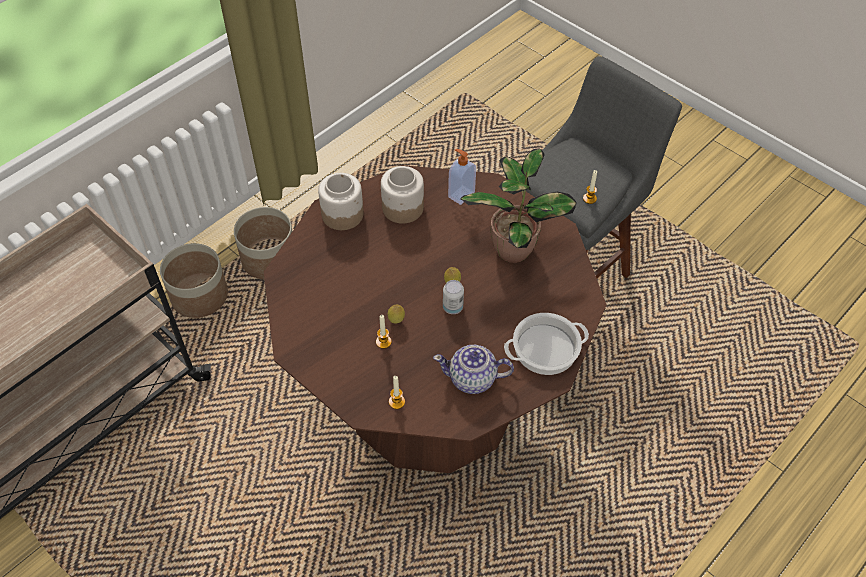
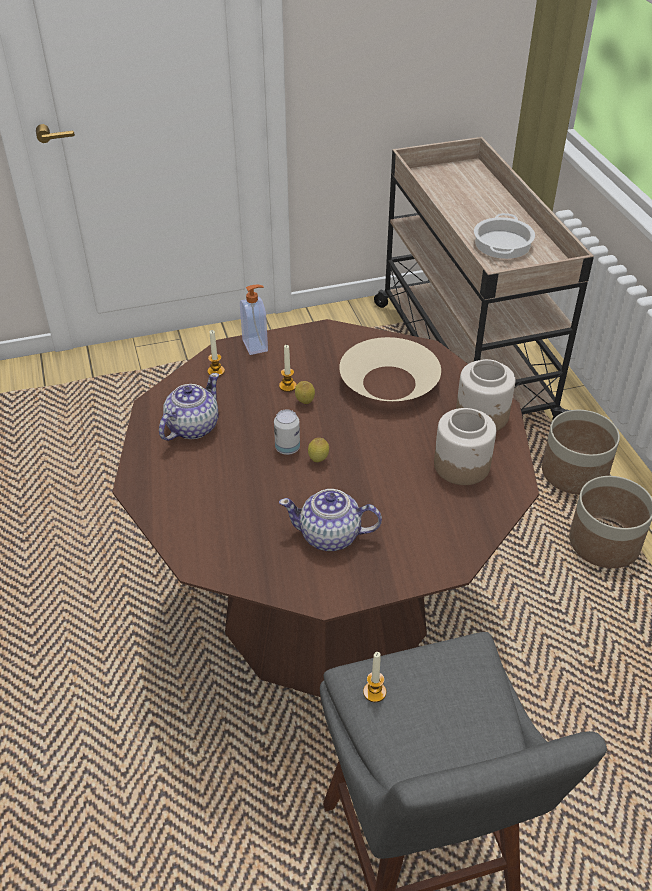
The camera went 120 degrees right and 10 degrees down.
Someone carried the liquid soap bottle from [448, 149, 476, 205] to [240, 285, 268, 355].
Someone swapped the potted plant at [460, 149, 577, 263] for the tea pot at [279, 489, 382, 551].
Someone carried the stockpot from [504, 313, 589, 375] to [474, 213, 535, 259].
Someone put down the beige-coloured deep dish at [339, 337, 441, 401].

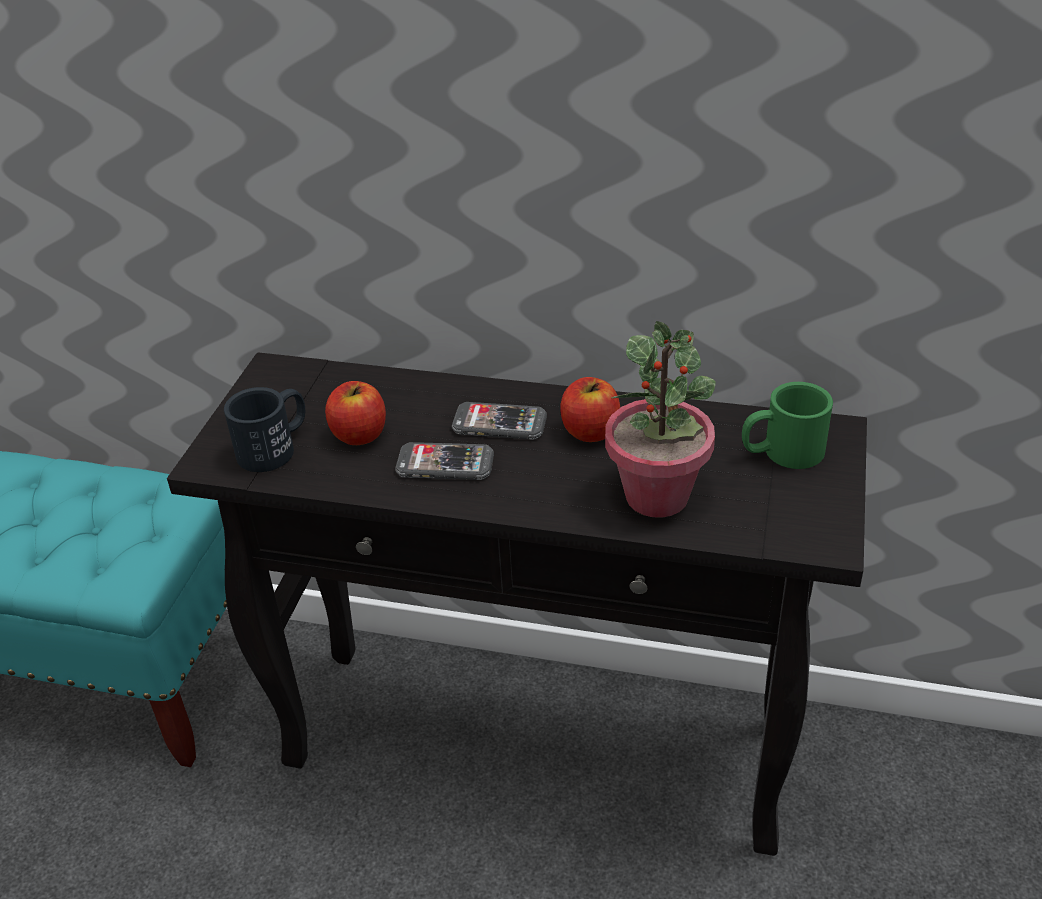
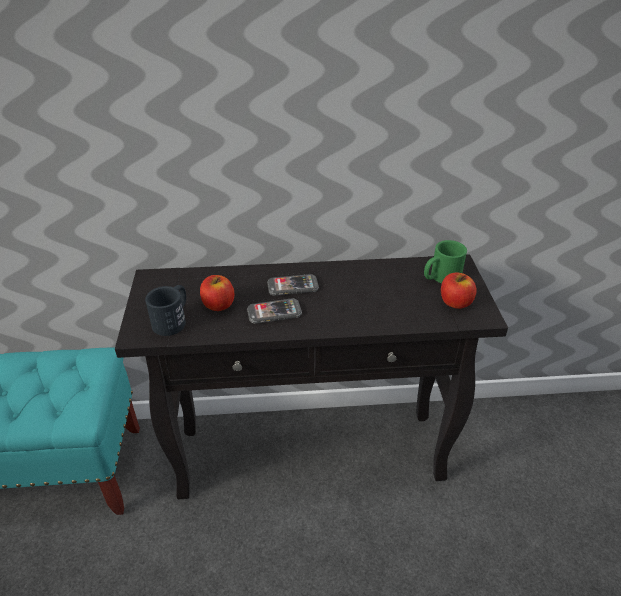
The camera went 20 degrees left and 0 degrees up.
Someone took away the potted plant at [605, 321, 716, 518].
Someone carried the apple from [560, 377, 620, 442] to [441, 273, 476, 309].

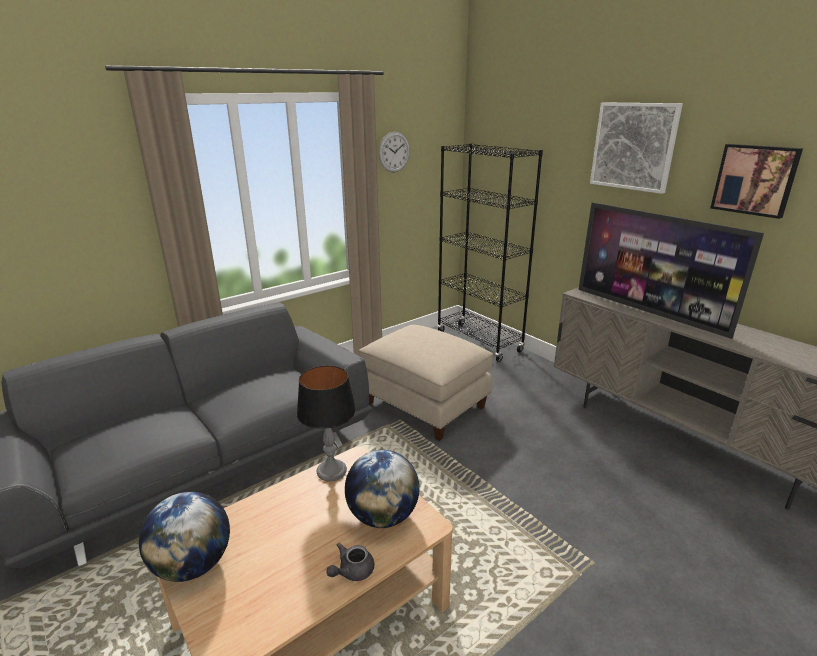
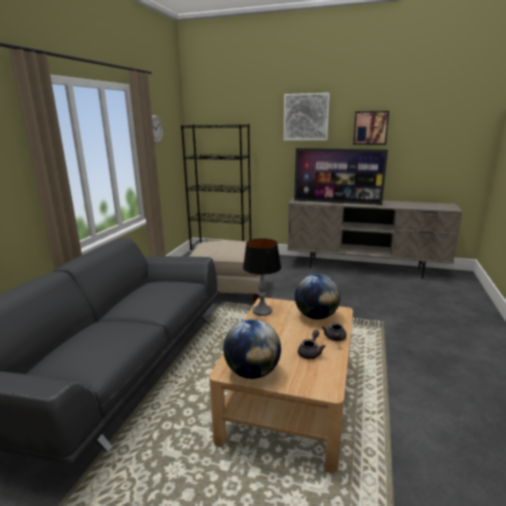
The camera went 35 degrees left and 5 degrees down.
Someone put down the gray tea pot at [298, 330, 326, 359].

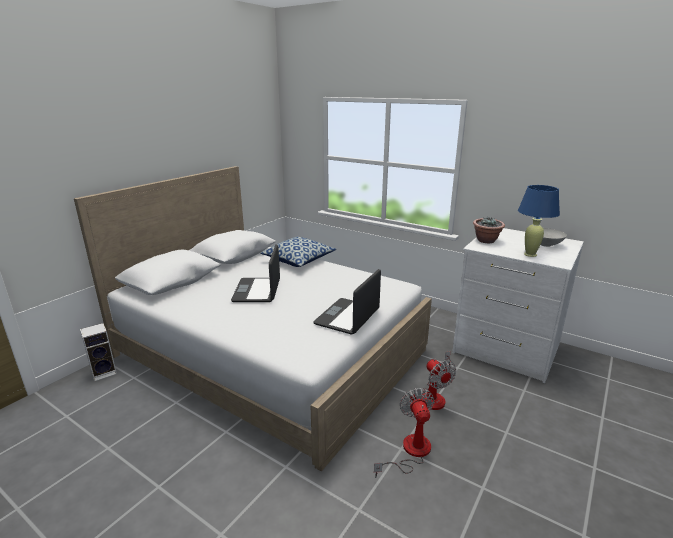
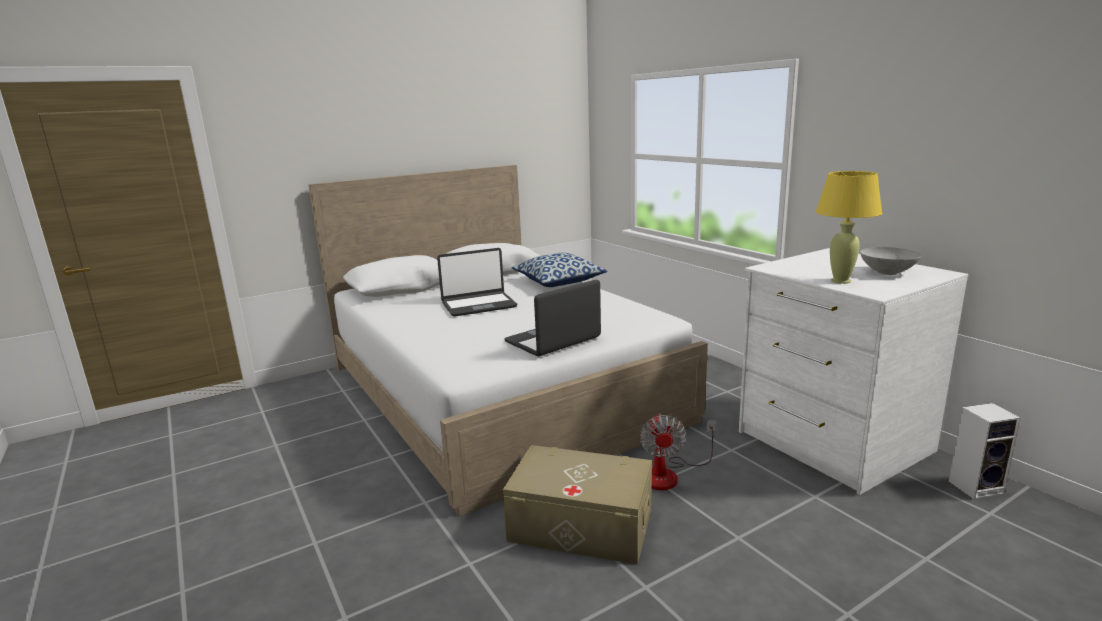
The camera went 25 degrees right and 5 degrees down.
Someone repainted the blue table lamp at [518, 185, 560, 257], which became the yellow table lamp at [816, 171, 882, 284].
Someone took away the potted plant at [473, 217, 505, 243].
Someone rotated the notebook computer at [231, 244, 280, 302] by 135 degrees counterclockwise.
Someone carried the audio speaker from [80, 323, 117, 382] to [949, 403, 1021, 499].
Someone swapped the electric fan at [374, 388, 434, 478] for the beige-coloured storage container at [503, 445, 652, 565].

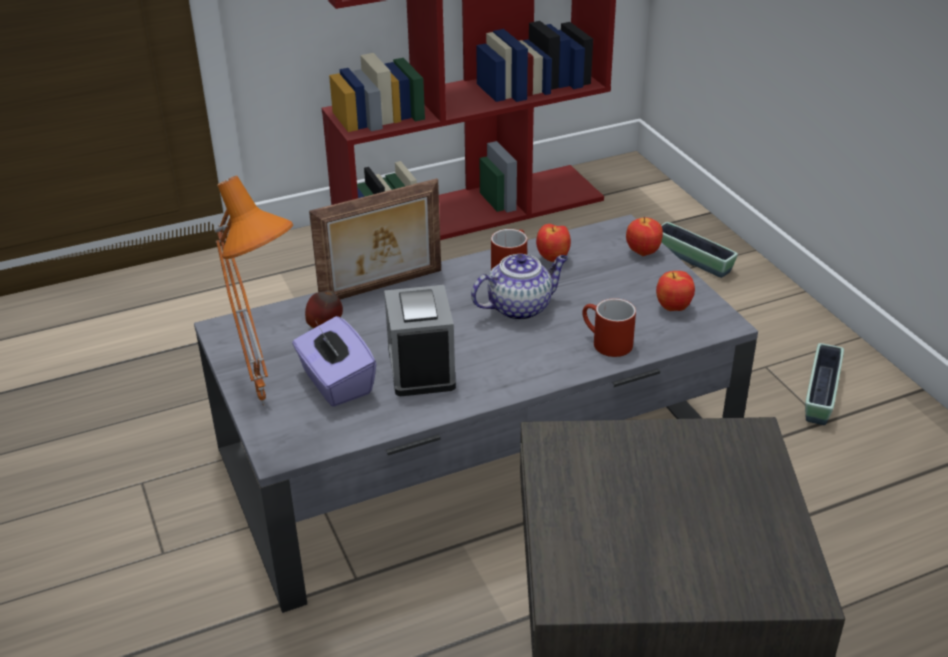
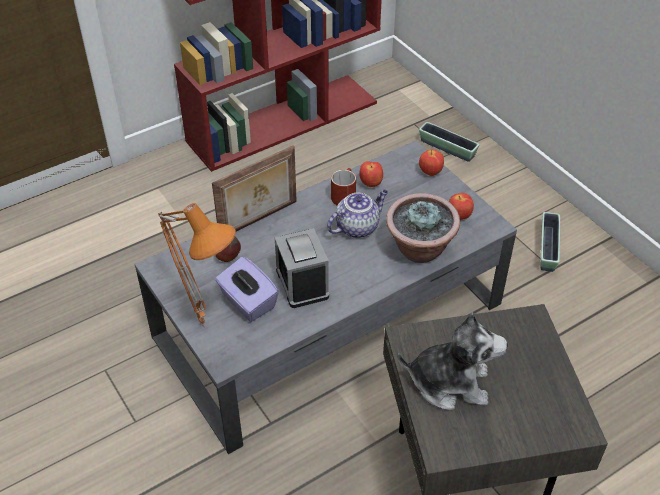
The camera went 10 degrees left and 10 degrees up.
Someone swapped the reddish coffee mug at [582, 298, 636, 357] for the potted plant at [386, 193, 460, 263].
Someone put down the soft toy at [397, 312, 507, 410].

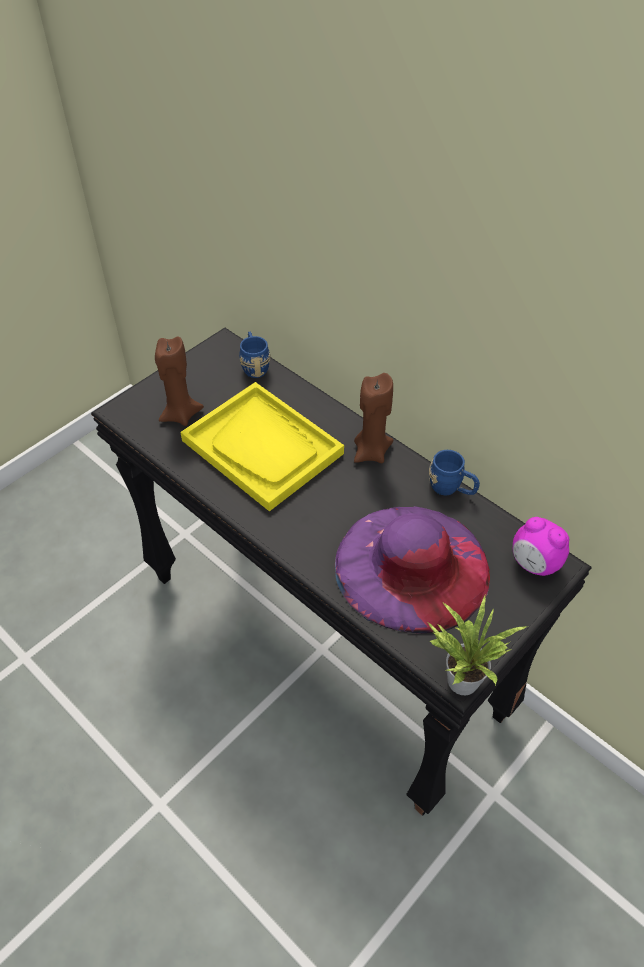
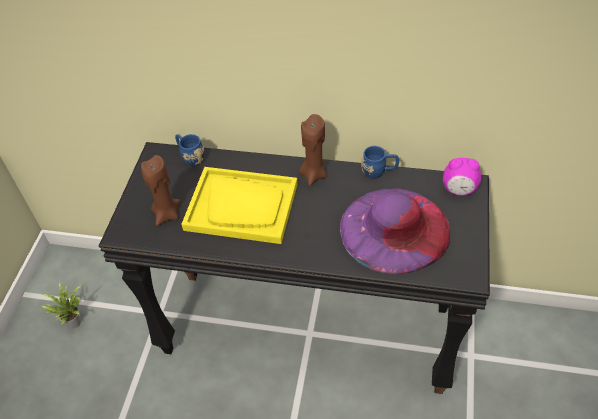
The camera went 30 degrees left and 0 degrees up.
Someone carried the potted plant from [428, 595, 528, 695] to [40, 282, 81, 329].

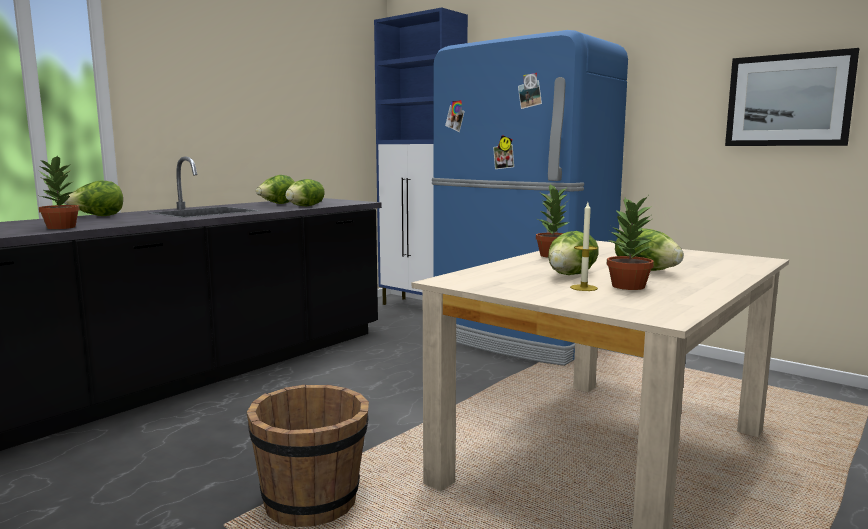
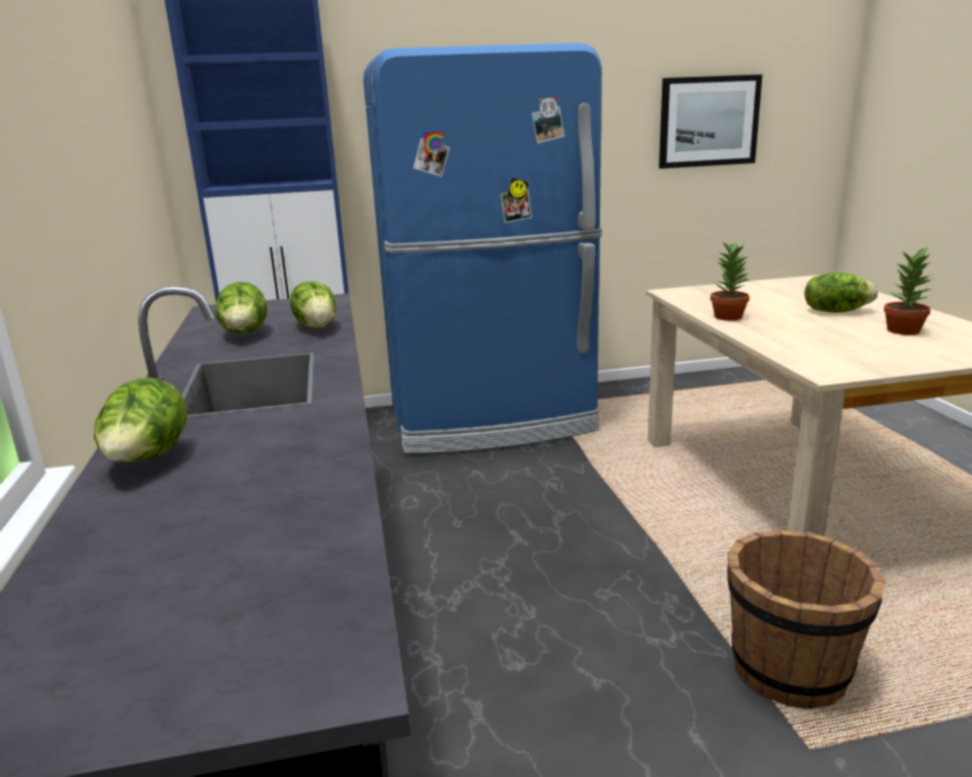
The camera went 50 degrees left and 10 degrees up.
Someone took away the potted plant at [37, 156, 80, 229].
Someone took away the wax candle at [570, 203, 598, 291].
Someone took away the head of lettuce at [548, 231, 599, 275].

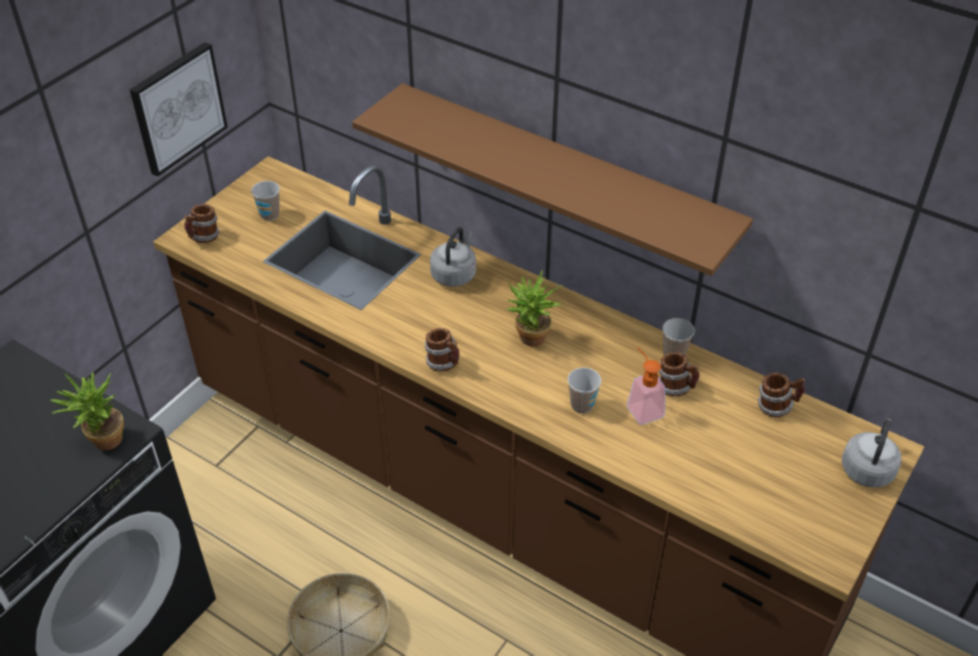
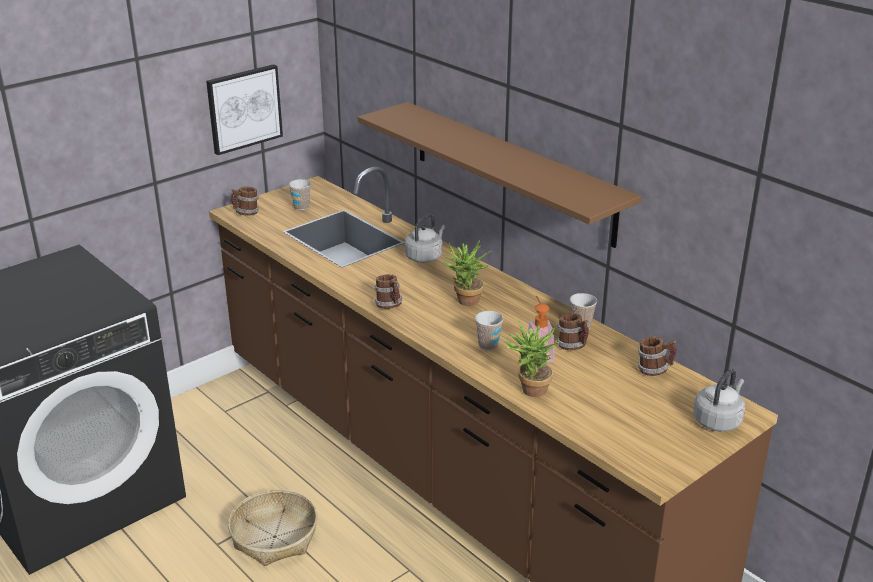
The camera went 15 degrees right and 15 degrees down.
Someone carried the potted plant from [50, 372, 124, 450] to [503, 320, 559, 397].

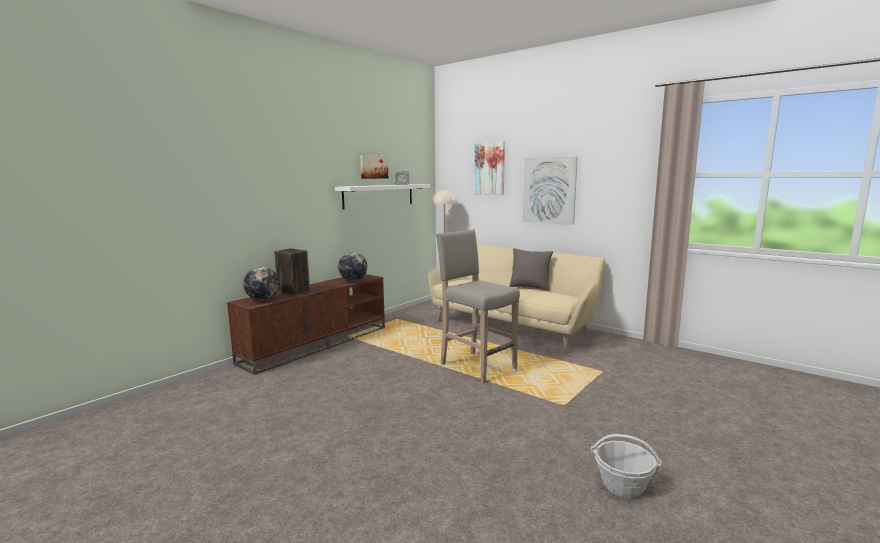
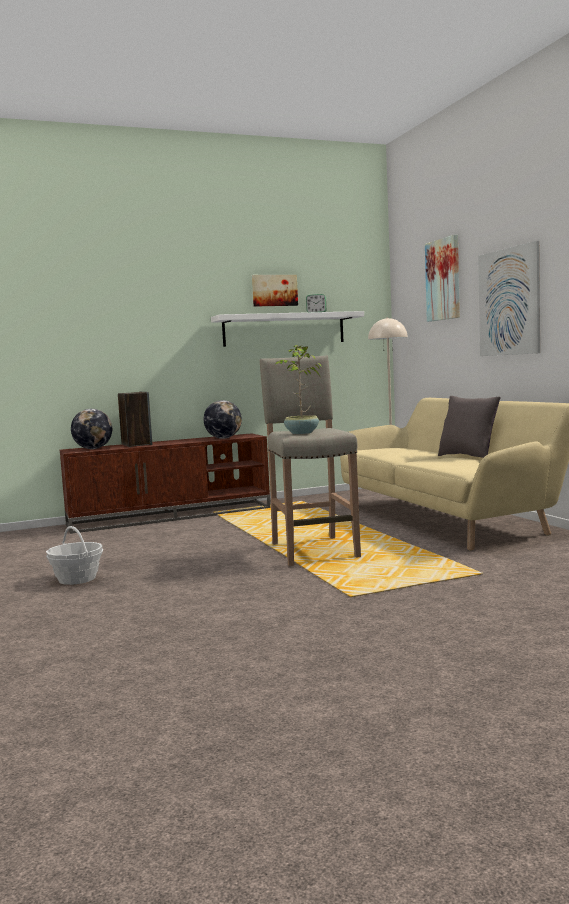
The camera went 30 degrees right and 5 degrees down.
Someone carried the household basket from [591, 434, 662, 498] to [46, 526, 103, 585].
Someone put down the potted plant at [274, 345, 321, 434].

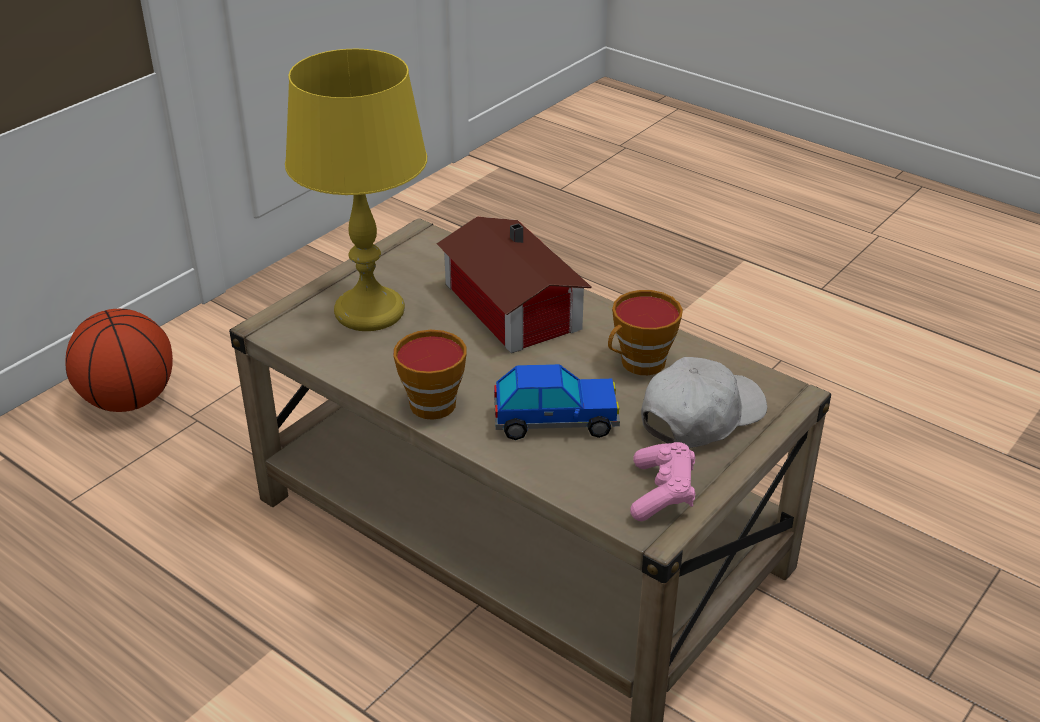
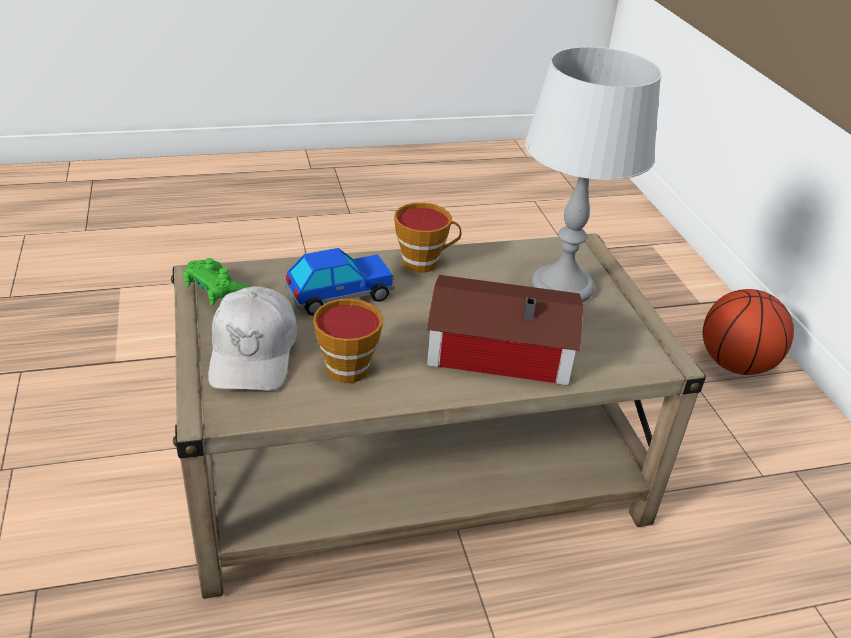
The camera went 125 degrees right and 0 degrees up.
Someone repainted the yellow table lamp at [285, 49, 427, 331], which became the gray table lamp at [525, 47, 662, 302].
Someone rotated the model car at [494, 364, 620, 440] by 150 degrees counterclockwise.
Someone repainted the pinkish gamepad at [630, 442, 695, 521], which became the greenish gamepad at [183, 258, 252, 305].

